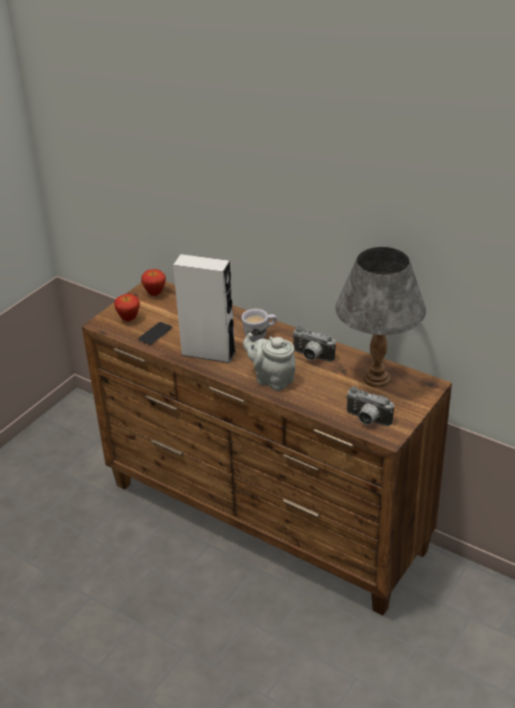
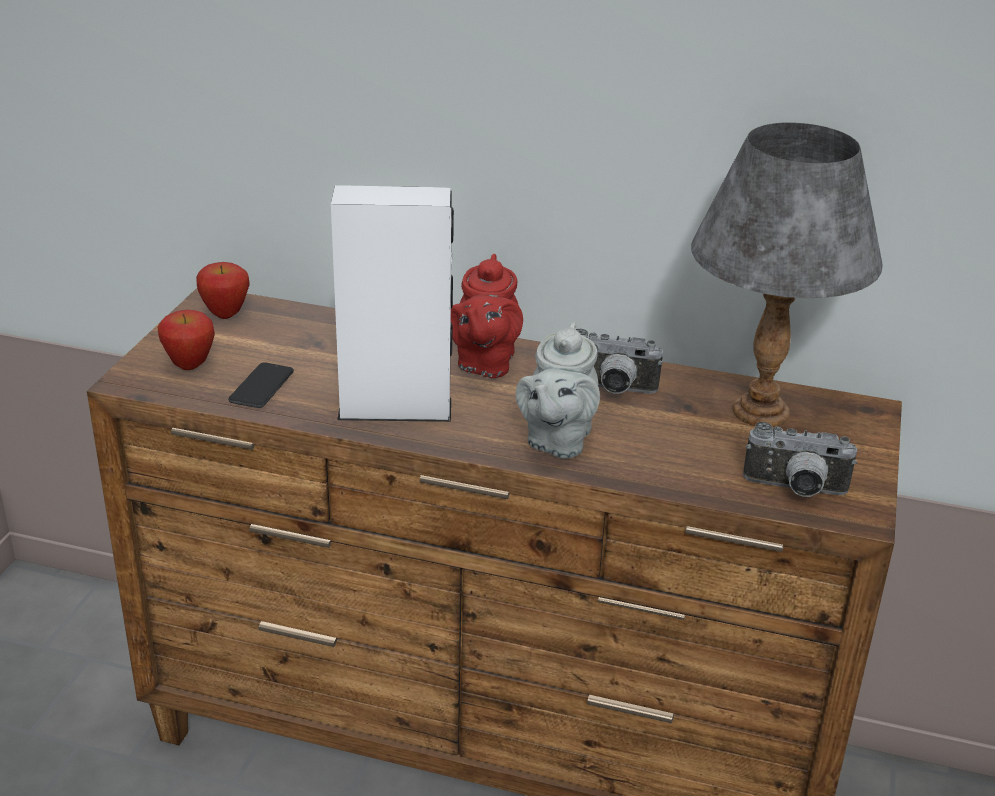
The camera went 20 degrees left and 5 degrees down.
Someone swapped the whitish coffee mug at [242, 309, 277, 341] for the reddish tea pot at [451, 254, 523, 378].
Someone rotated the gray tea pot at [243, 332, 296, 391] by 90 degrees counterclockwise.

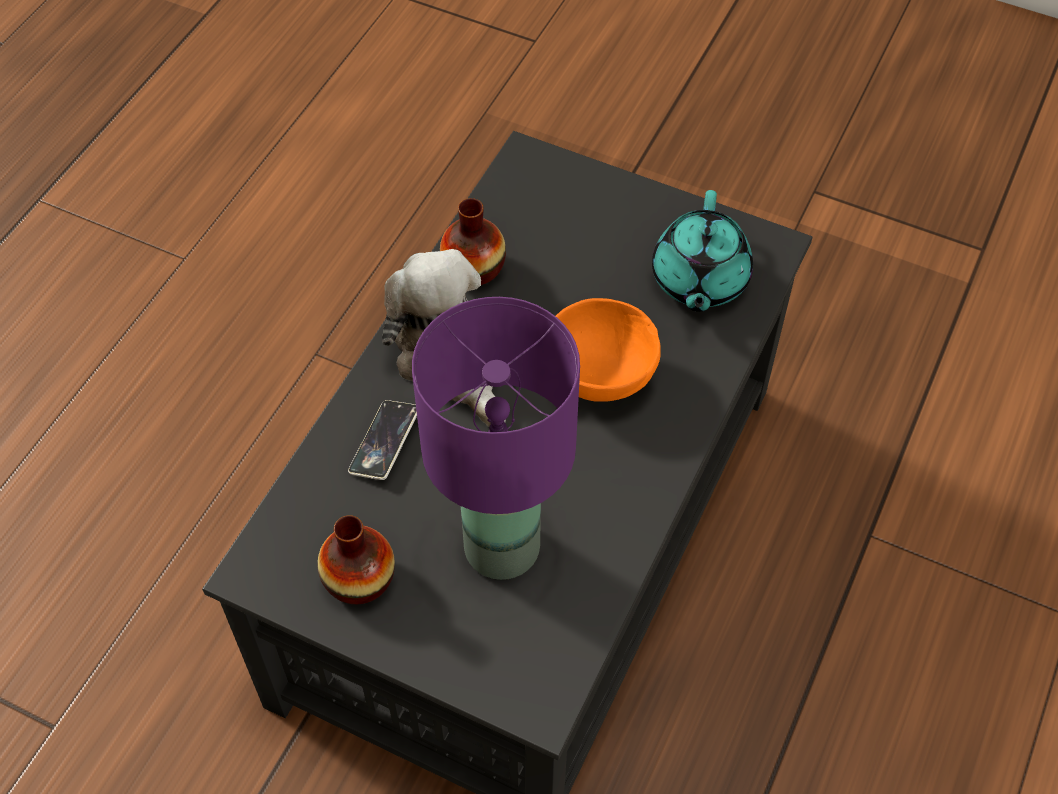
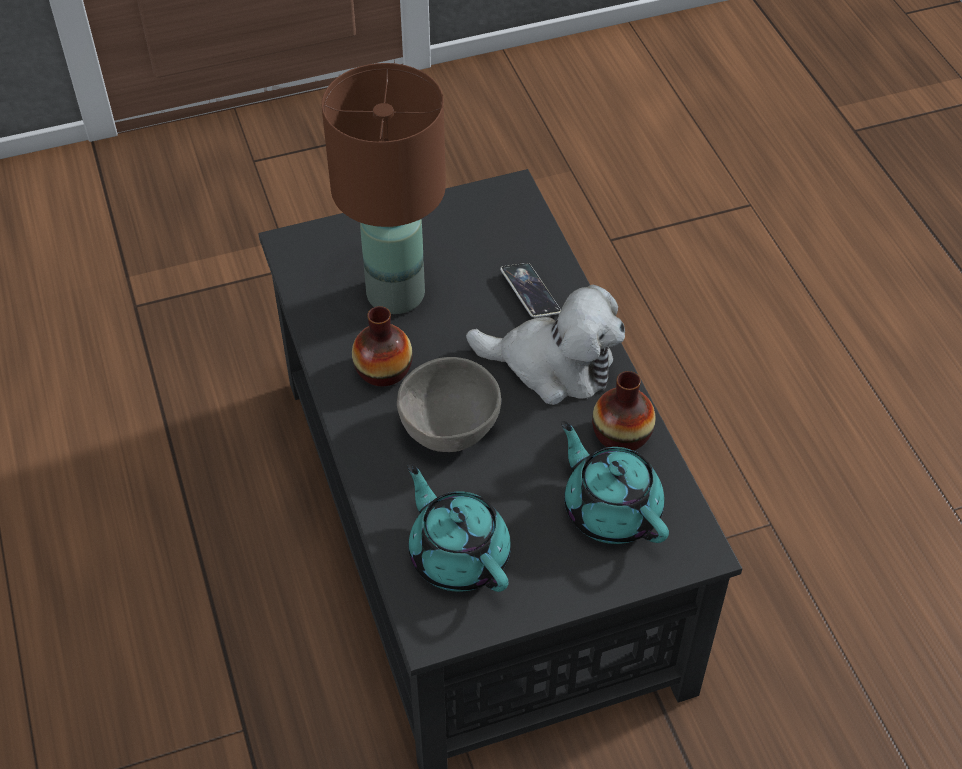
The camera went 135 degrees right and 5 degrees down.
Someone repainted the purple table lamp at [412, 297, 580, 580], which became the brown table lamp at [322, 63, 446, 314].
Someone repainted the orangey deep dish at [556, 298, 661, 402], which became the gray deep dish at [397, 357, 501, 452].
Someone carried the flower vase from [317, 515, 395, 604] to [352, 306, 413, 386].
Someone put down the turquoise tea pot at [561, 421, 669, 544].

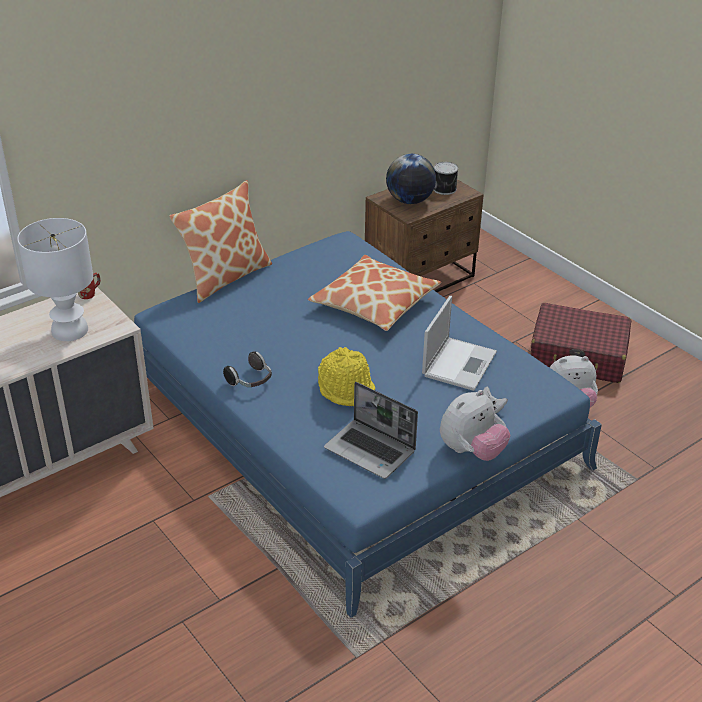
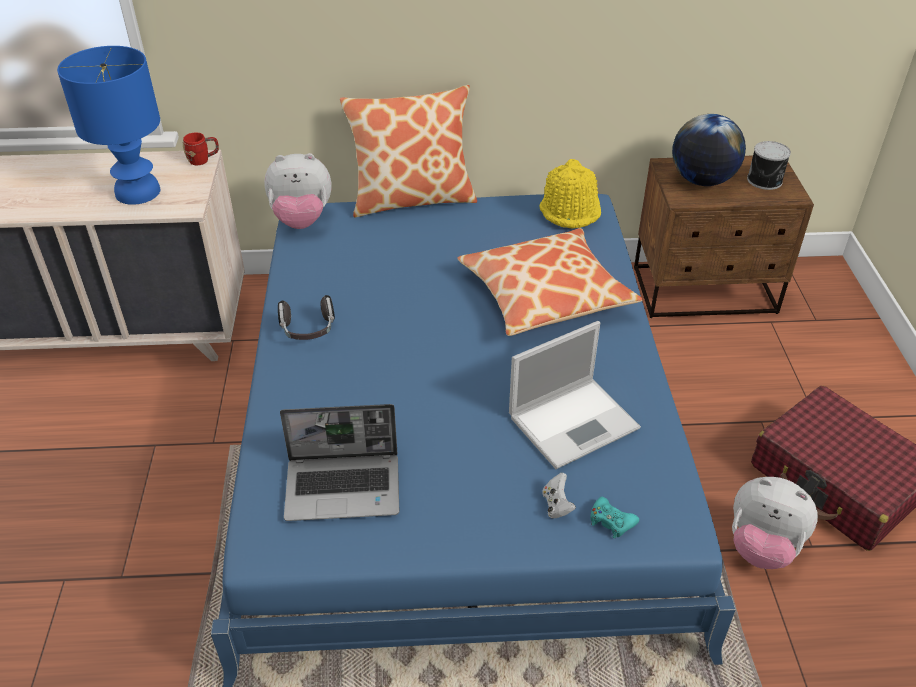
The camera went 35 degrees right and 5 degrees up.
Someone repainted the whitish table lamp at [17, 218, 93, 341], which became the blue table lamp at [57, 46, 160, 205].
Someone carried the yellow clothing hat from [318, 347, 375, 407] to [540, 159, 601, 229].
Someone rotated the notebook computer at [324, 382, 418, 479] by 75 degrees counterclockwise.
Someone carried the soft toy from [440, 390, 510, 461] to [264, 153, 332, 229].
Someone put down the turquoise gamepad at [590, 497, 639, 538].

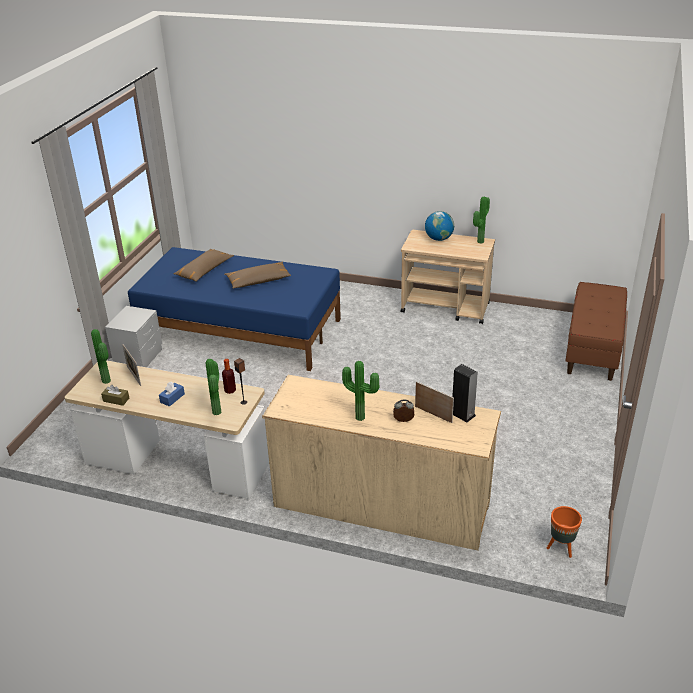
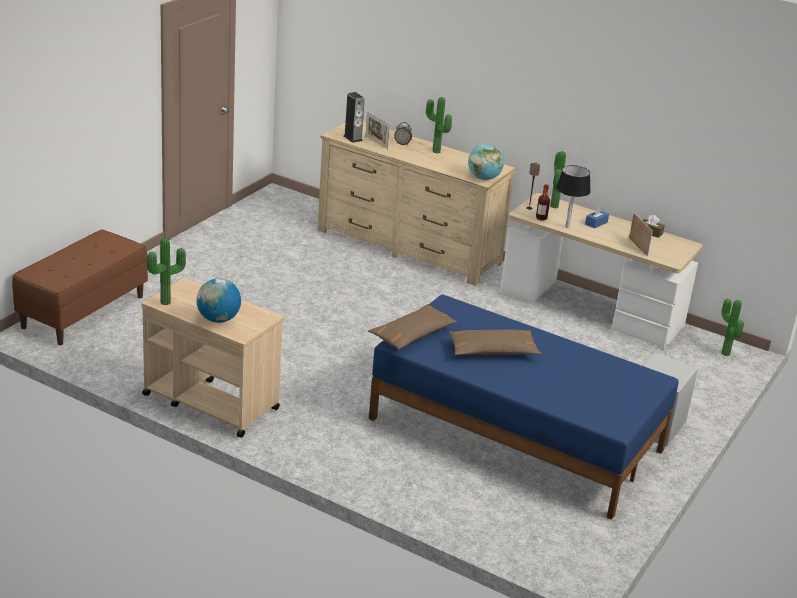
The camera went 170 degrees left and 5 degrees down.
Someone carried the brown pillow from [173, 249, 234, 282] to [368, 304, 457, 350].
Someone carried the potted plant from [91, 329, 111, 384] to [721, 299, 744, 356].
Someone took away the orangey plant pot at [547, 506, 582, 558].
Someone put down the desk globe at [468, 144, 504, 180].
Someone put down the blackish table lamp at [556, 165, 591, 228].

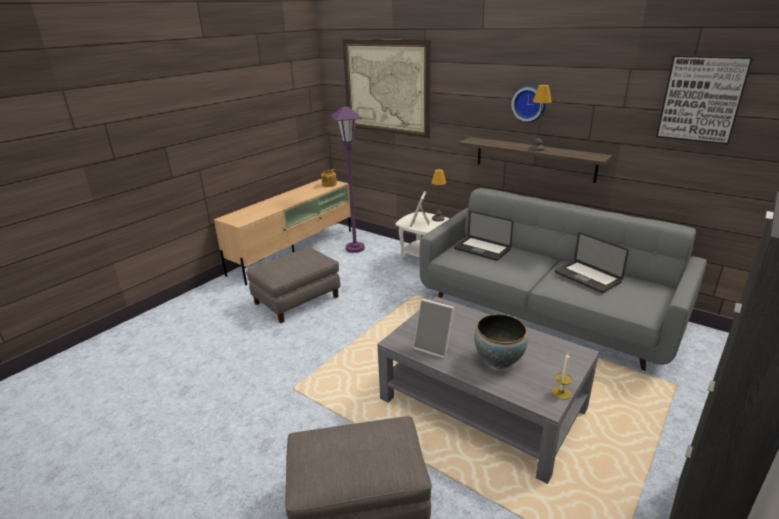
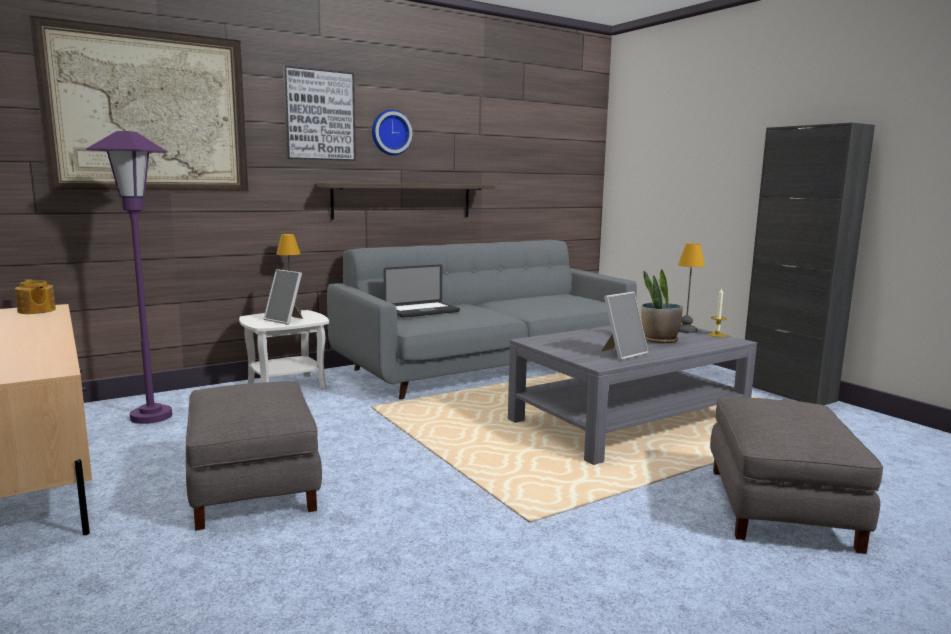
The camera went 70 degrees left and 15 degrees down.
Someone carried the wall picture from [656, 55, 753, 145] to [283, 66, 356, 161].
Someone carried the table lamp from [529, 85, 552, 151] to [678, 243, 705, 333].
Someone took away the notebook computer at [555, 232, 629, 293].
Someone swapped the deep dish at [474, 314, 528, 369] for the potted plant at [641, 269, 683, 344].

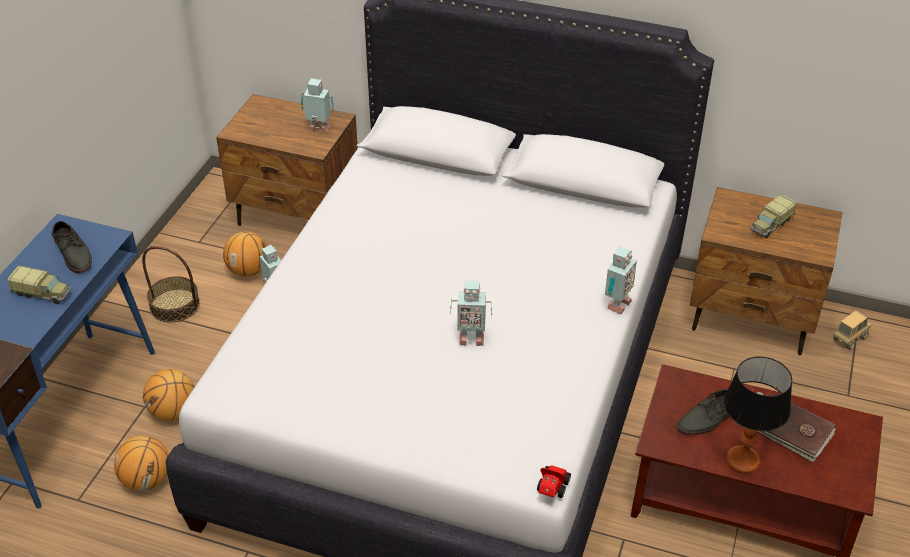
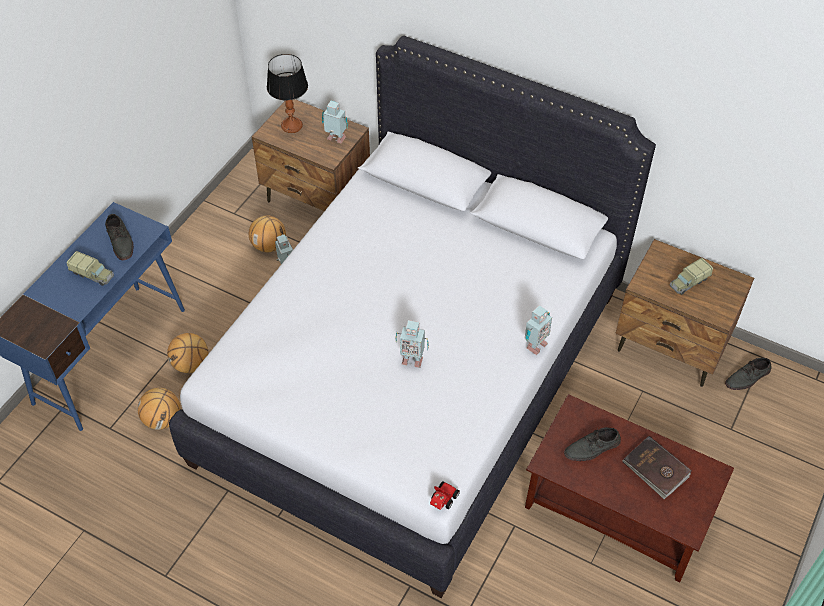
The camera went 10 degrees right and 10 degrees up.
Someone took away the household basket at [142, 246, 200, 323].
Someone swapped the toy truck at [833, 310, 871, 350] for the gray item of footwear at [725, 358, 772, 390].
Someone carried the table lamp from [724, 356, 792, 474] to [267, 54, 308, 133].

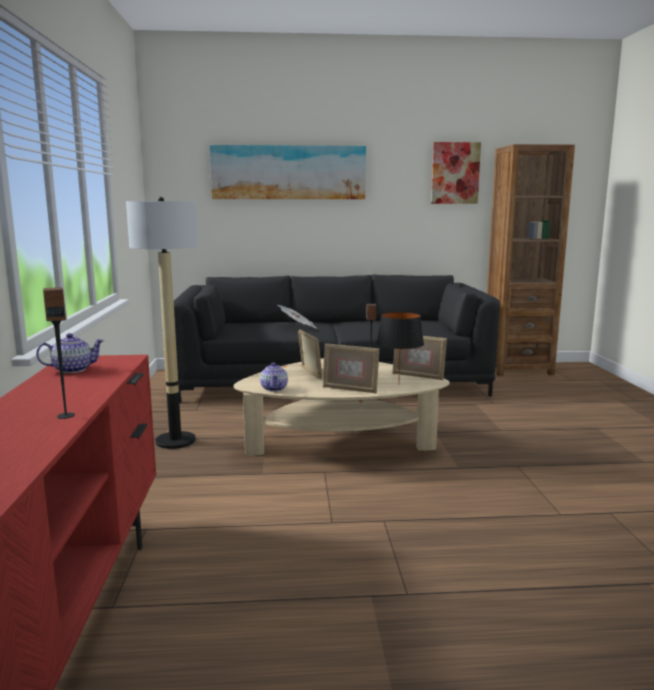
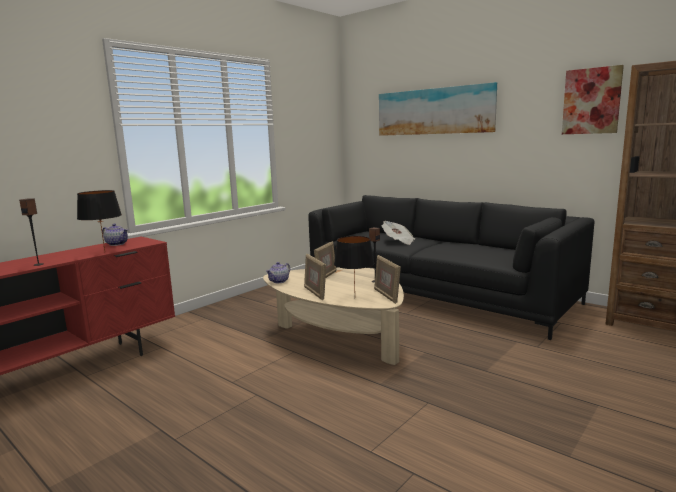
The camera went 45 degrees right and 0 degrees up.
Someone took away the standard lamp at [126, 197, 198, 449].
Someone put down the blackish table lamp at [77, 190, 122, 251].

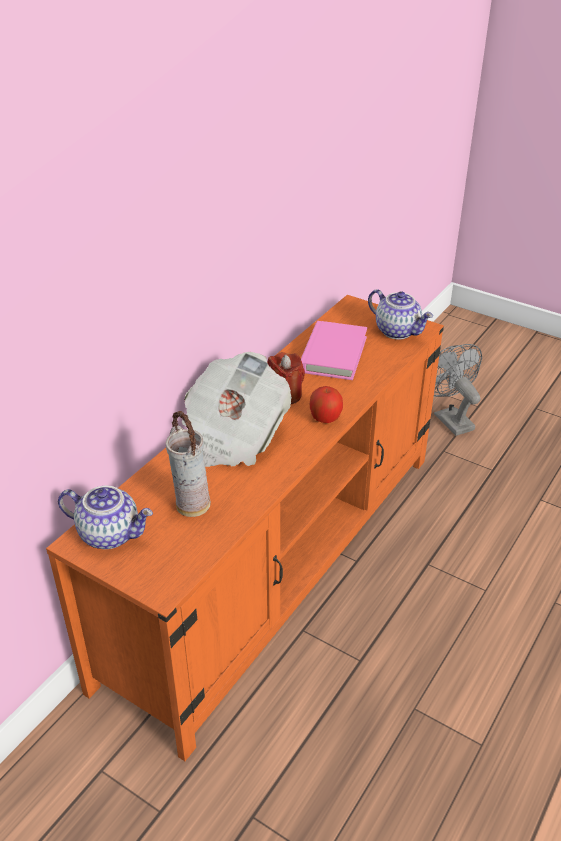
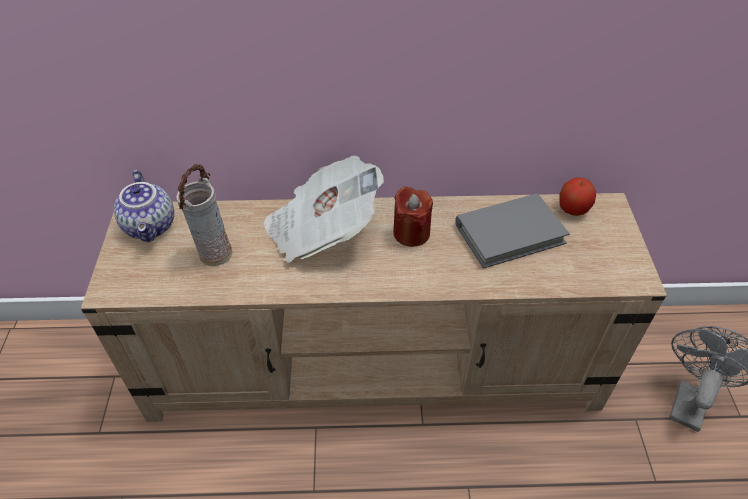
The camera went 55 degrees right and 10 degrees up.
Someone took away the tea pot at [368, 289, 433, 340].
Someone repainted the orangey media console at [46, 295, 444, 761], which became the beige-coloured media console at [81, 193, 667, 422].
Someone repainted the pinkish book at [301, 321, 367, 380], which became the gray book at [455, 193, 570, 269].
Someone carried the apple from [310, 386, 343, 423] to [560, 177, 596, 216].

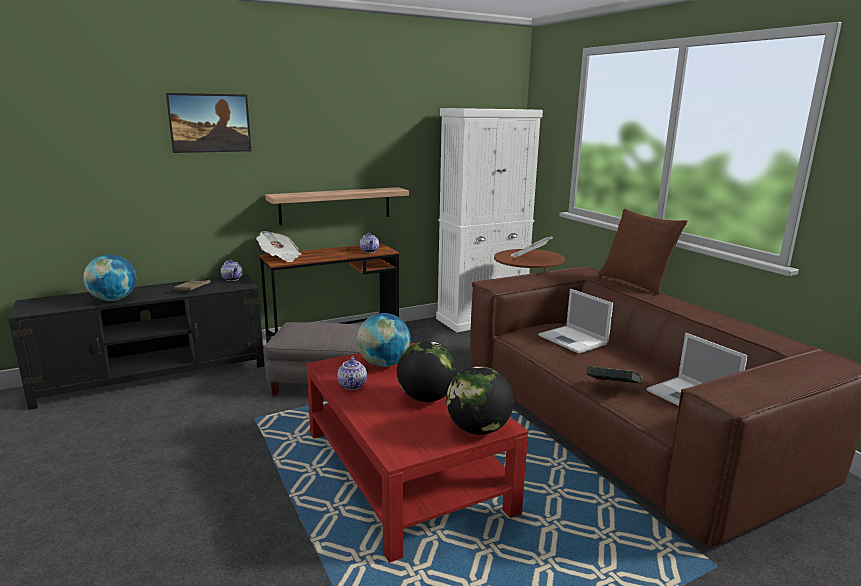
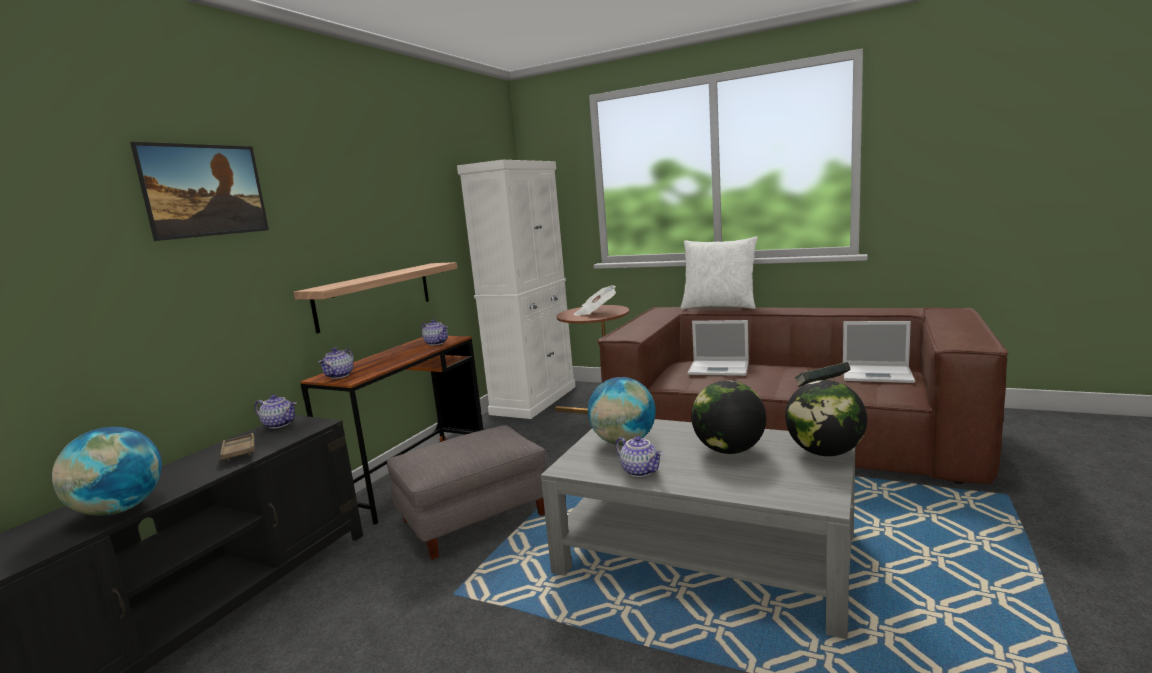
The camera went 35 degrees left and 5 degrees down.
Someone repainted the brown pillow at [599, 209, 688, 295], which became the whitish pillow at [680, 236, 758, 309].
Someone swapped the printed paper at [256, 231, 301, 262] for the tea pot at [318, 348, 354, 379].
Someone repainted the reddish coffee table at [306, 343, 528, 563], which became the gray coffee table at [541, 419, 855, 639].

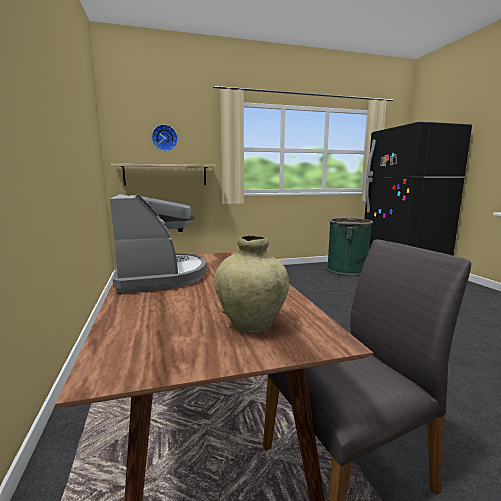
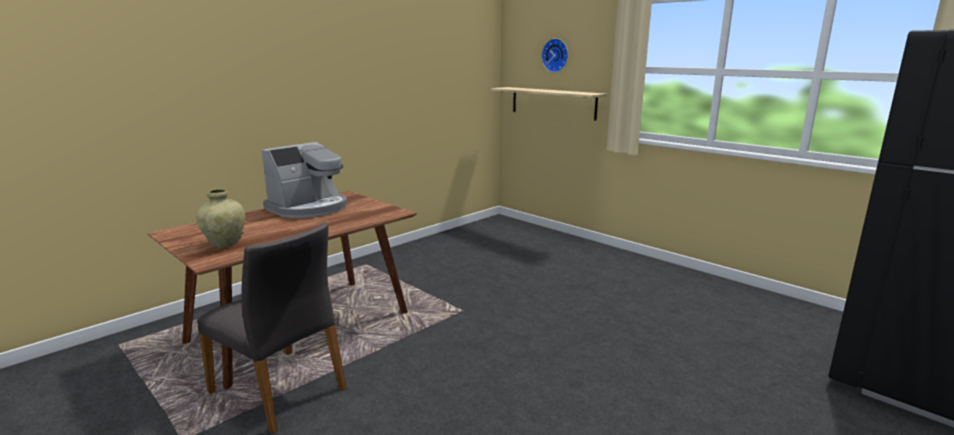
The camera went 60 degrees right and 5 degrees up.
Someone took away the greenish trash can at [327, 218, 373, 277].

